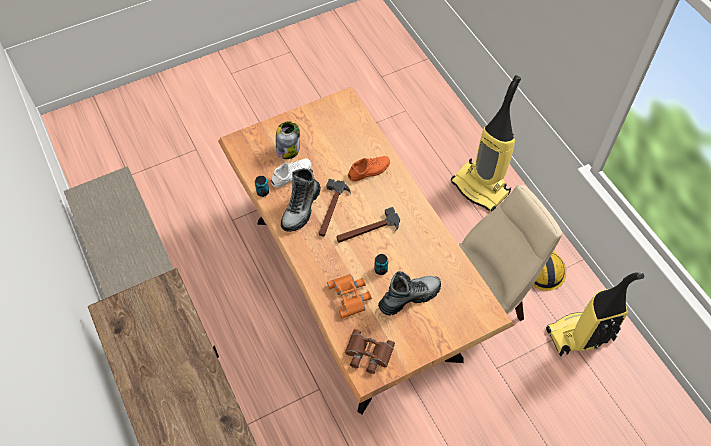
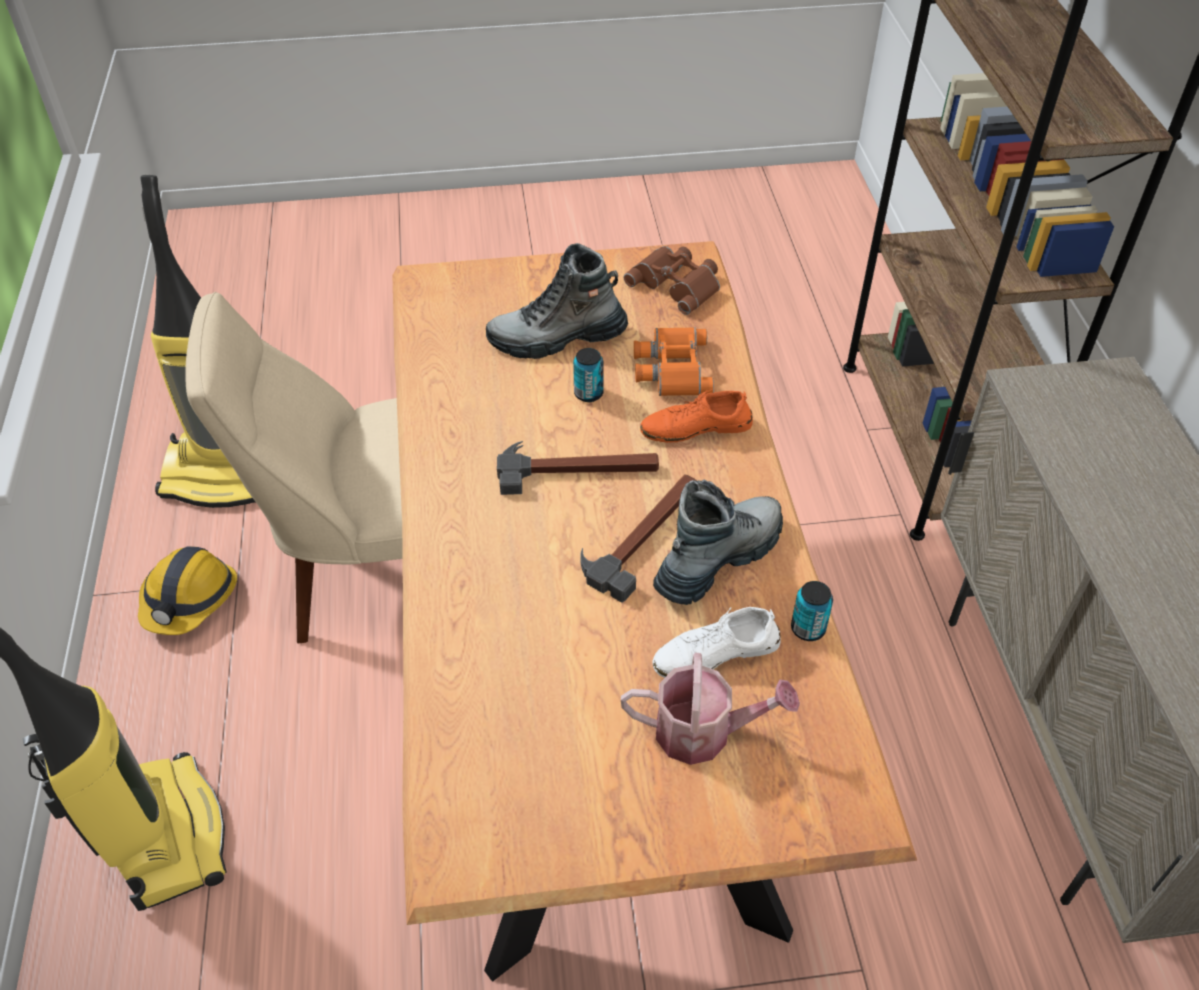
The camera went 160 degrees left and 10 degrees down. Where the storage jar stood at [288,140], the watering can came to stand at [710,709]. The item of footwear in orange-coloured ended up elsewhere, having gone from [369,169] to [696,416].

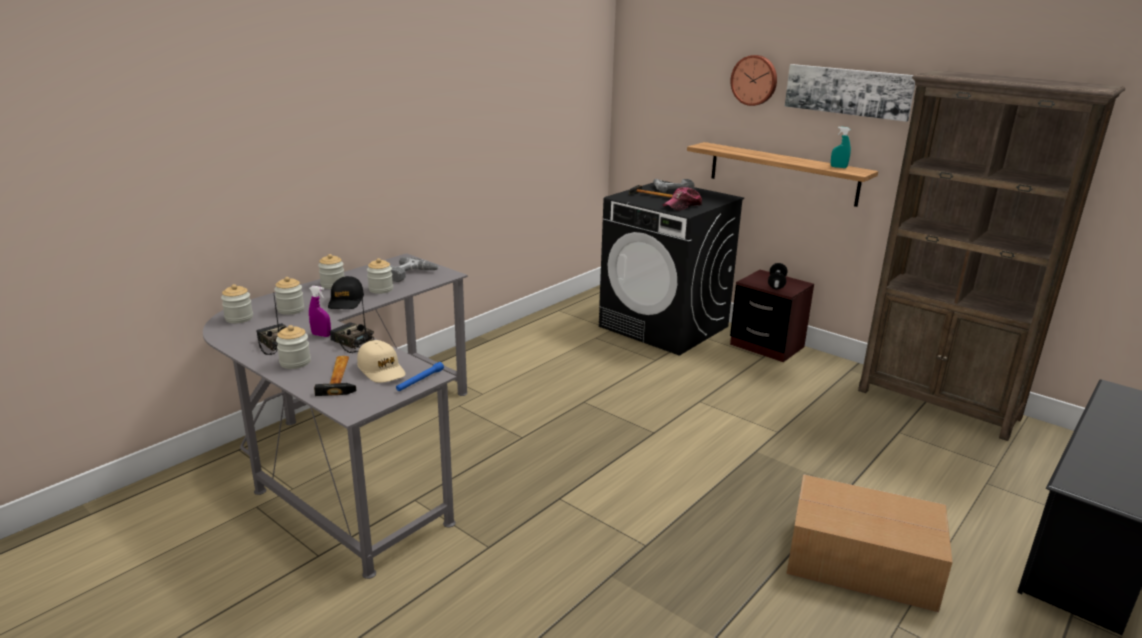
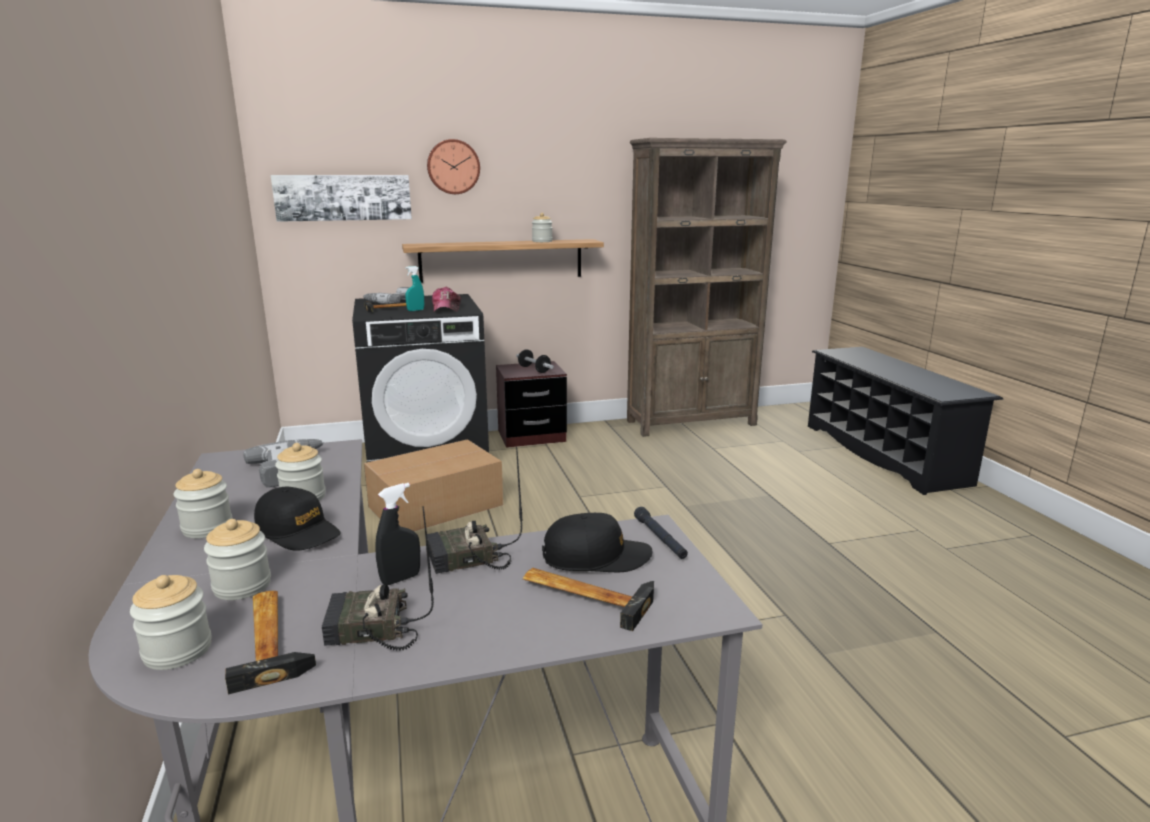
The camera went 55 degrees left and 5 degrees down. The storage jar ended up elsewhere, having gone from [293,347] to [542,227]. What was the hand sprayer in purple at [320,311] turned into the hand sprayer in blackish at [397,534]. What was the peaked cap in beige-coloured at [381,361] turned into the peaked cap in blackish at [597,542]. What was the flashlight in bluish at [420,376] turned into the flashlight in blackish at [661,533]. The wall art ended up elsewhere, having gone from [850,93] to [341,198]. The packing box ended up elsewhere, having gone from [869,543] to [433,485]. The hand sprayer in turquoise-coloured ended up elsewhere, having gone from [841,147] to [414,288]. The second view gained the hand hammer at [270,642].

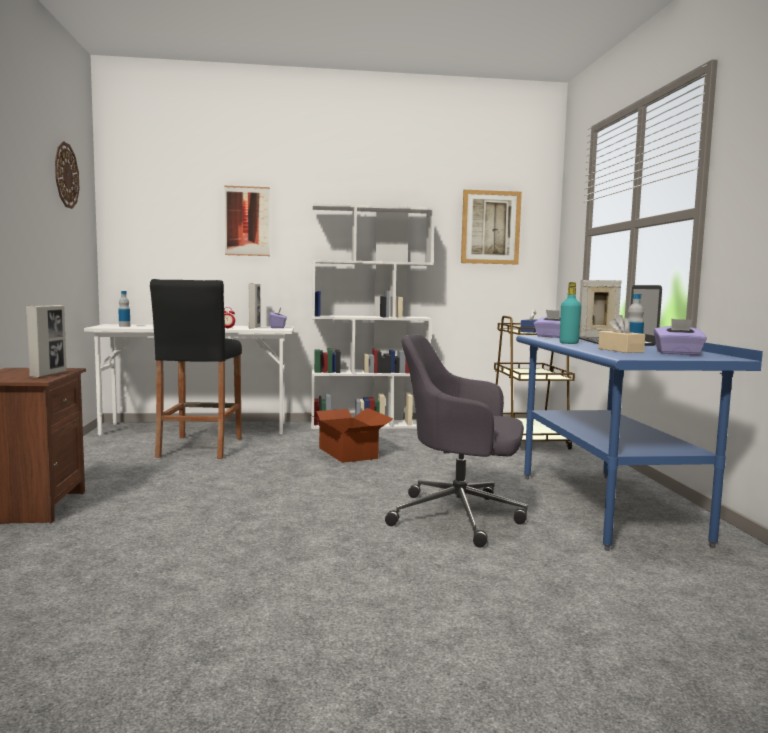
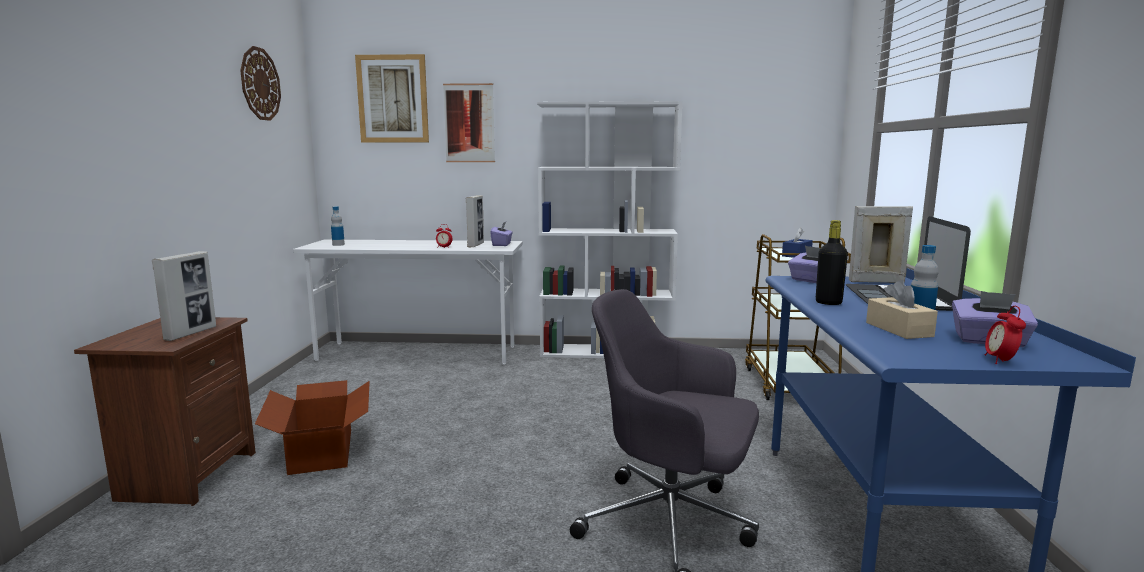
The camera went 10 degrees right and 5 degrees up. The second view lost the stool in blackish at [196,369]. The packing box ended up elsewhere, having gone from [350,435] to [312,427]. The wall art ended up elsewhere, having gone from [491,227] to [392,98]. What was the beverage bottle in turquoise-coloured at [570,313] turned into the beverage bottle in blackish at [832,262]. The second view gained the alarm clock at [1005,335].

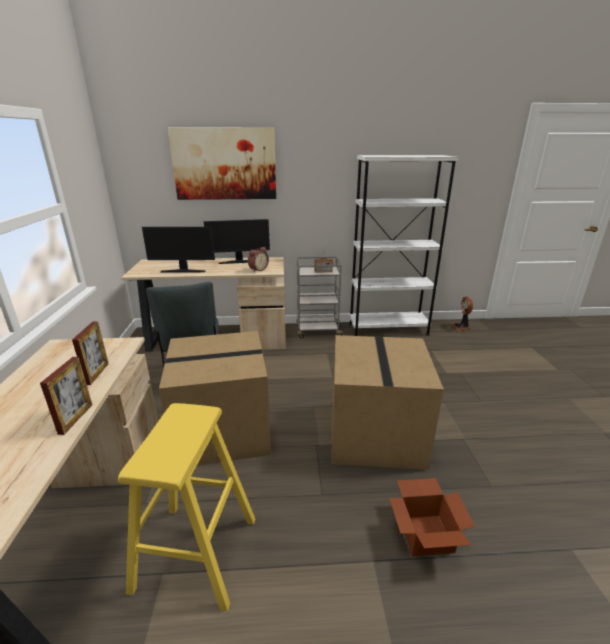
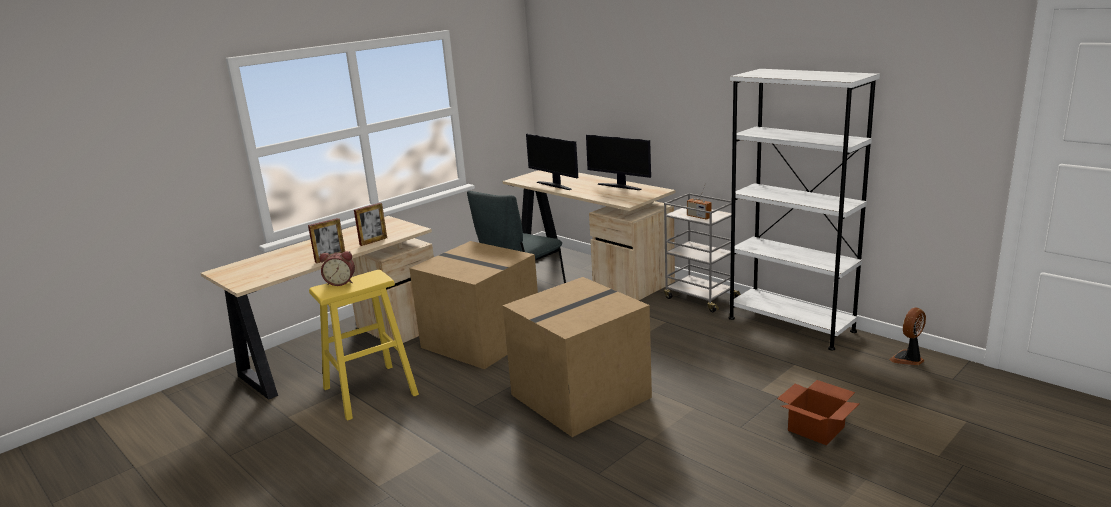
The camera went 50 degrees right and 5 degrees down. The second view lost the wall art at [222,164]. The alarm clock ended up elsewhere, having gone from [258,259] to [337,268]. The packing box ended up elsewhere, having gone from [432,517] to [818,412].

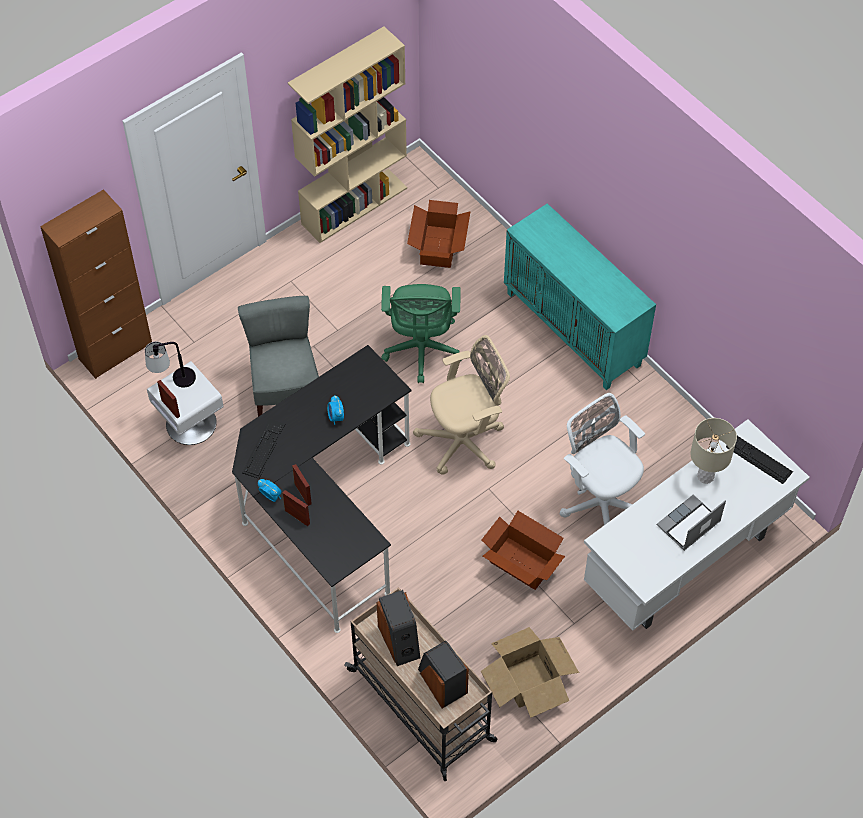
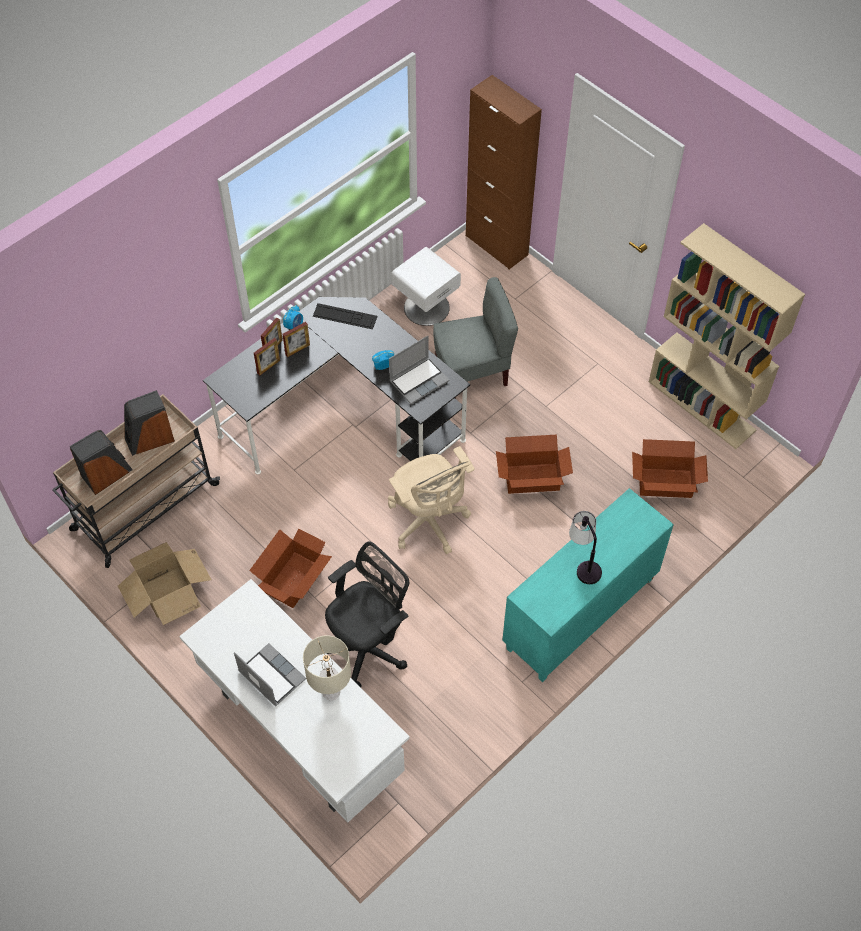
The camera went 85 degrees right and 0 degrees up. The lamp for a table ended up elsewhere, having gone from [170,364] to [585,547]. The photo frame ended up elsewhere, having gone from [168,399] to [267,357]. Where the office chair in green-coloured stood at [421,333], the packing box came to stand at [534,464]. What was the office chair in white-coloured at [602,459] turned into the office chair in blackish at [367,614]. The second view lost the PC keyboard at [759,460]. The second view gained the notebook computer at [419,370].

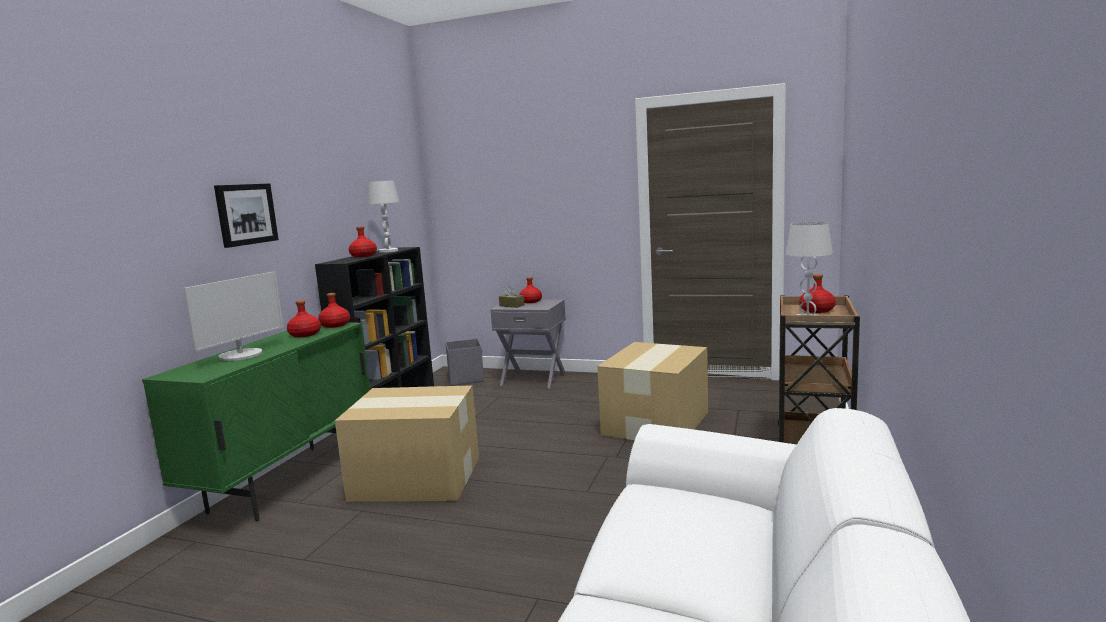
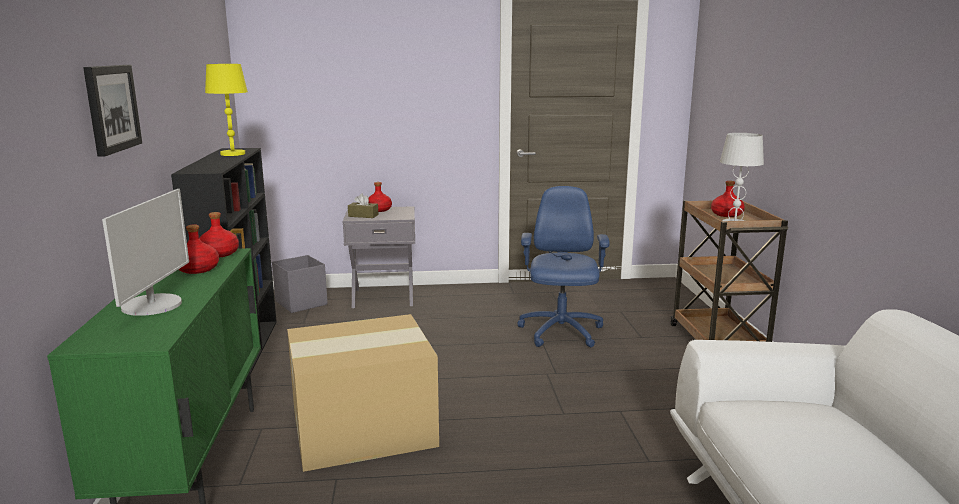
The camera went 25 degrees left and 5 degrees up. The second view lost the beverage bottle in reddish at [363,242]. What was the lamp for a table in white-coloured at [383,216] turned into the lamp for a table in yellowish at [226,110]. Where the packing box stood at [652,391], the office chair in bluish came to stand at [563,266].

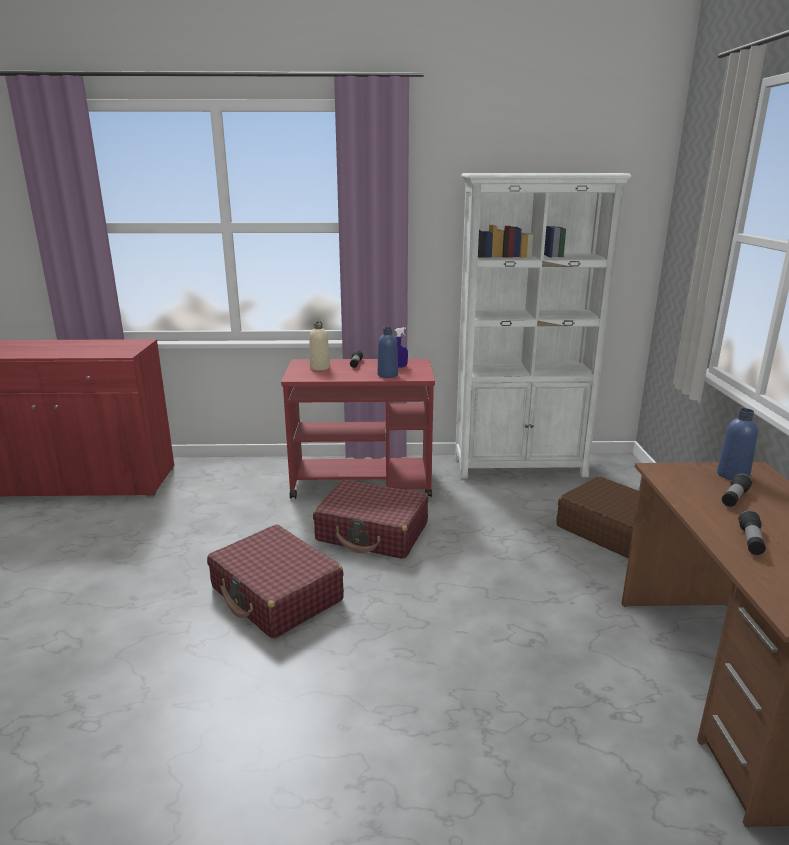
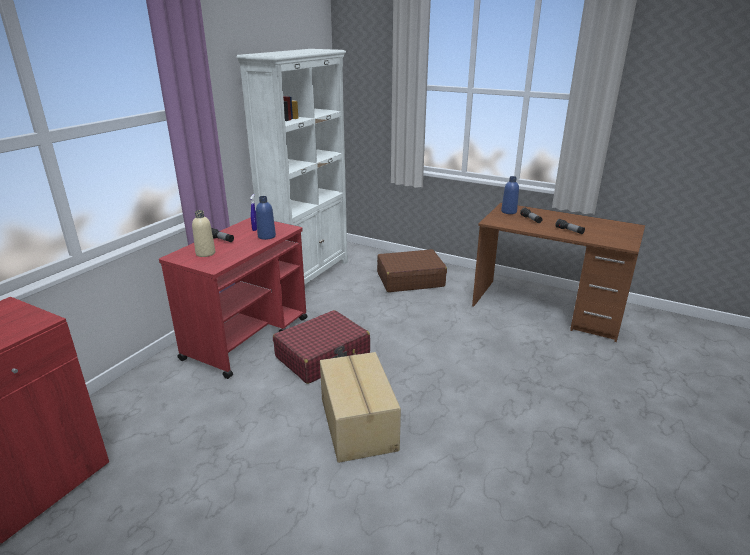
The camera went 60 degrees left and 5 degrees up. Where the travel case in reddish stood at [275,582], the packing box came to stand at [360,407].

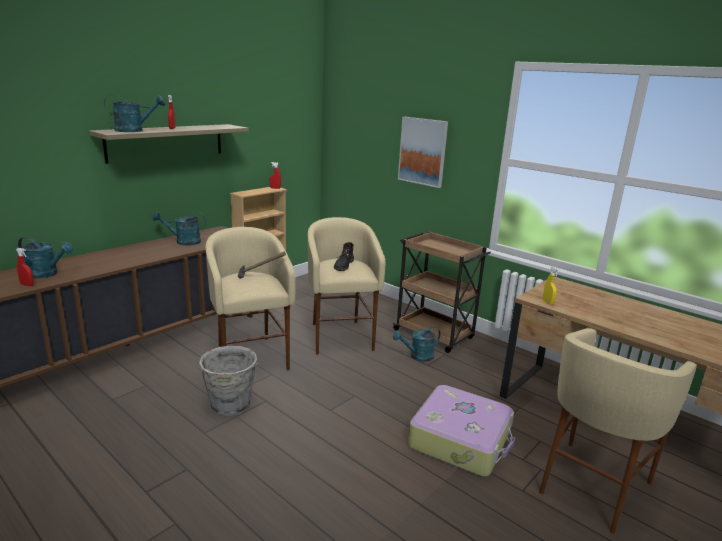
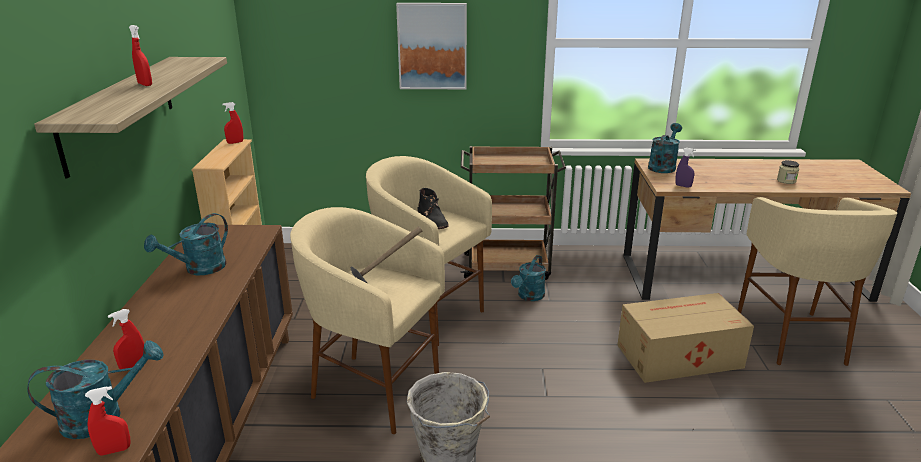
The camera went 40 degrees left and 5 degrees up. The watering can in turquoise-coloured ended up elsewhere, having gone from [135,113] to [665,148]. Where the travel case stood at [461,430], the packing box came to stand at [685,338]. What was the hand sprayer in yellowish at [551,285] turned into the hand sprayer in purple at [685,168]. The second view gained the hand sprayer in reddish at [126,339]. The second view gained the storage jar at [788,172].

